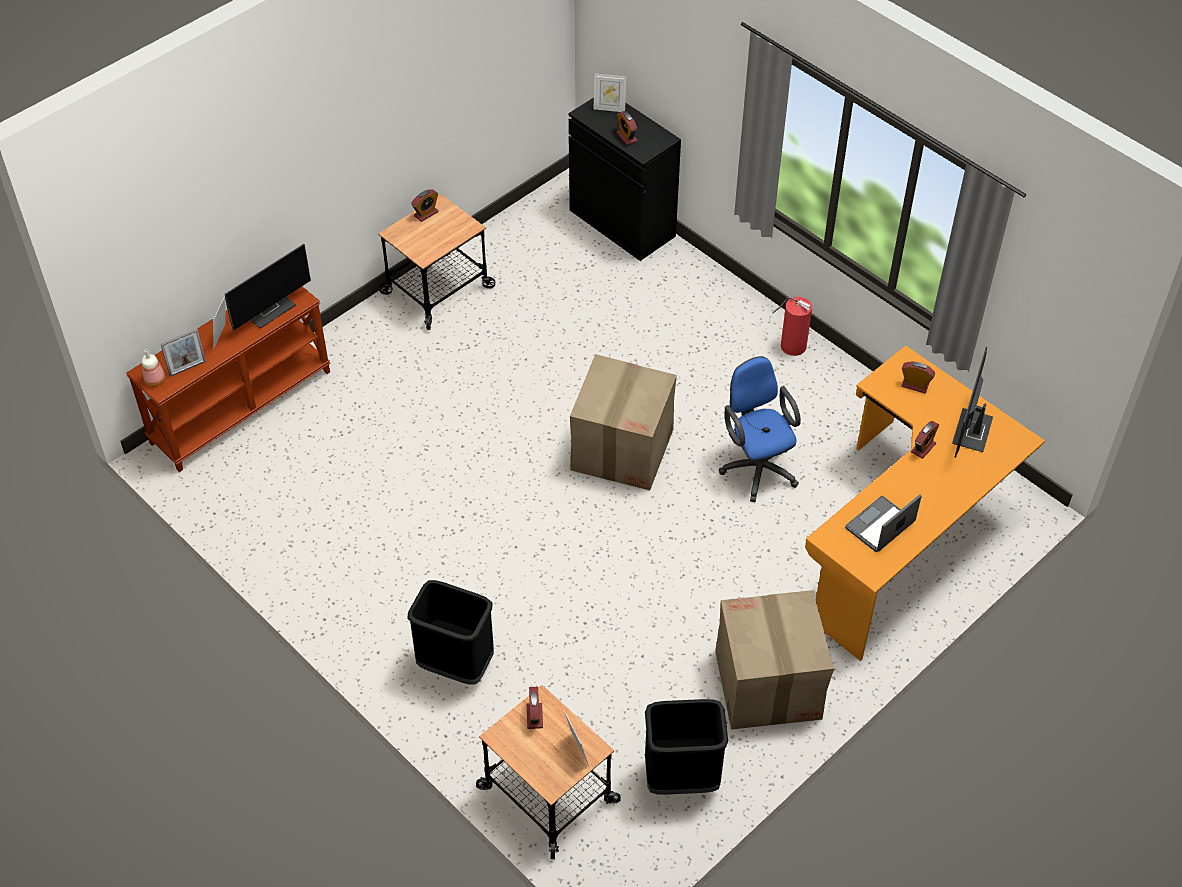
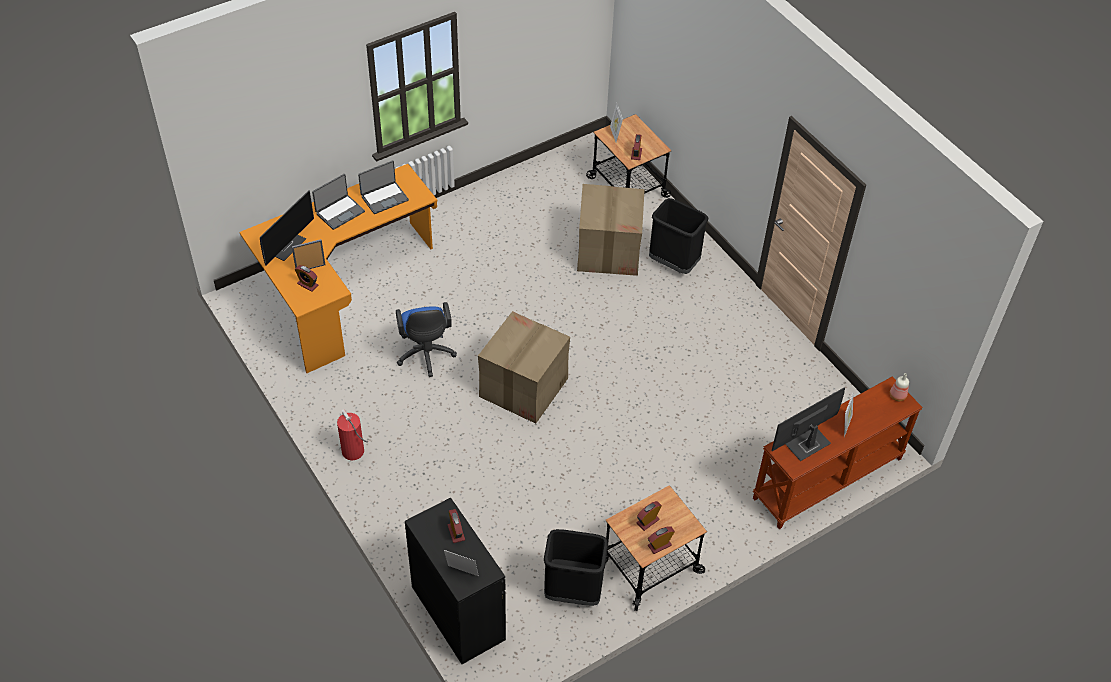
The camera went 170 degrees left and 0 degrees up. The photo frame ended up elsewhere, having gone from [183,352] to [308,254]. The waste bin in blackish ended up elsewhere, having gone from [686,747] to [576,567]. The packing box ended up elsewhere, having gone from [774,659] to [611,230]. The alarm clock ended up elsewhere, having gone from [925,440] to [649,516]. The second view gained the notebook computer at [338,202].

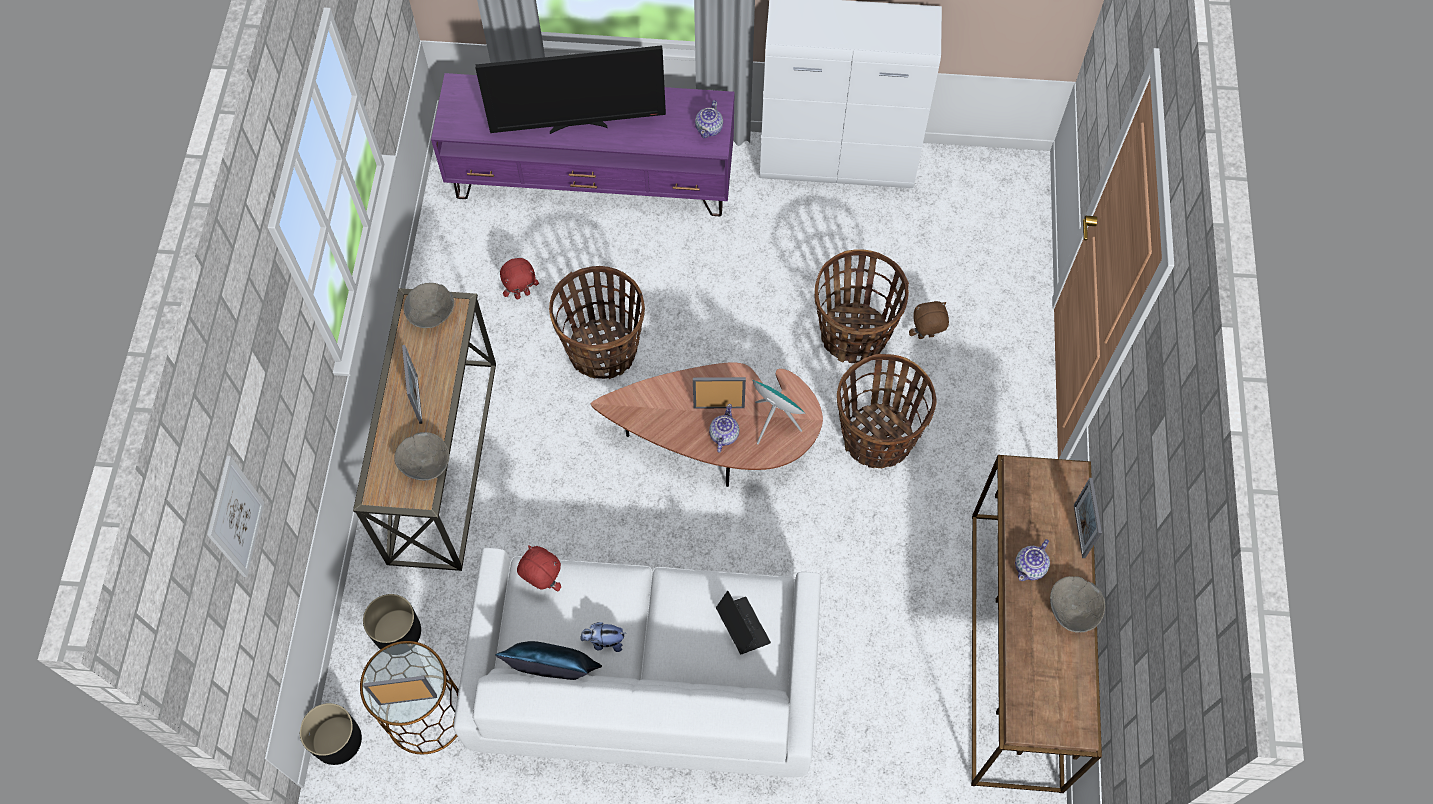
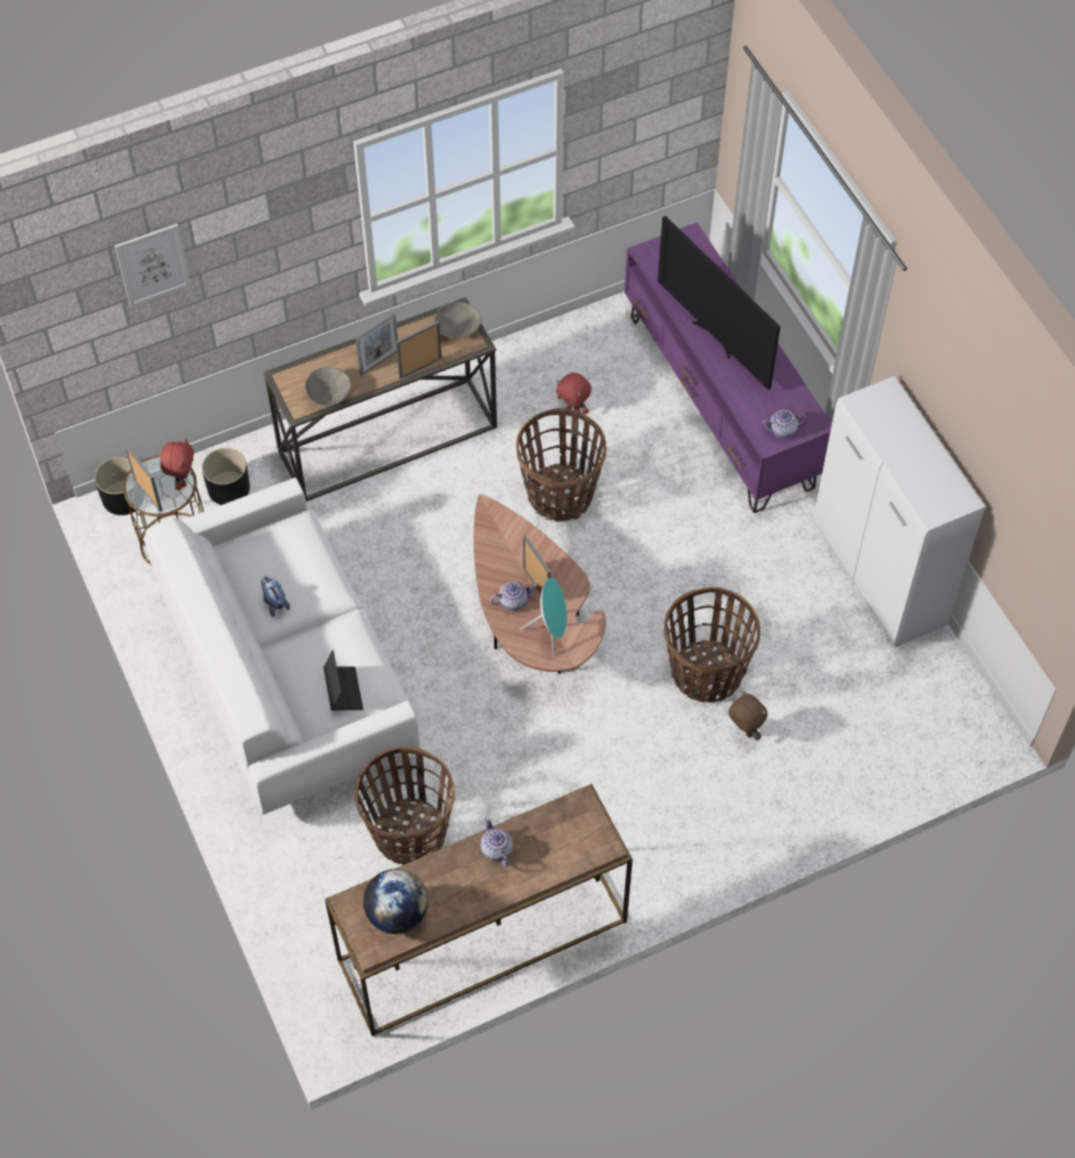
The camera went 60 degrees right and 5 degrees down. The second view lost the cushion in bluish at [548,660]. The cuddly toy in reddish ended up elsewhere, having gone from [539,568] to [177,464]. The notebook computer at [743,622] ended up facing another way, 45 degrees counterclockwise from before. The storage basket ended up elsewhere, having gone from [887,411] to [404,806]. The pot for tea at [1032,560] ended up facing another way, 60 degrees clockwise from before. The second view lost the serving bowl in gray at [1077,604]. The photo frame ended up elsewhere, having gone from [1088,518] to [419,350]. The second view gained the world globe at [395,901].

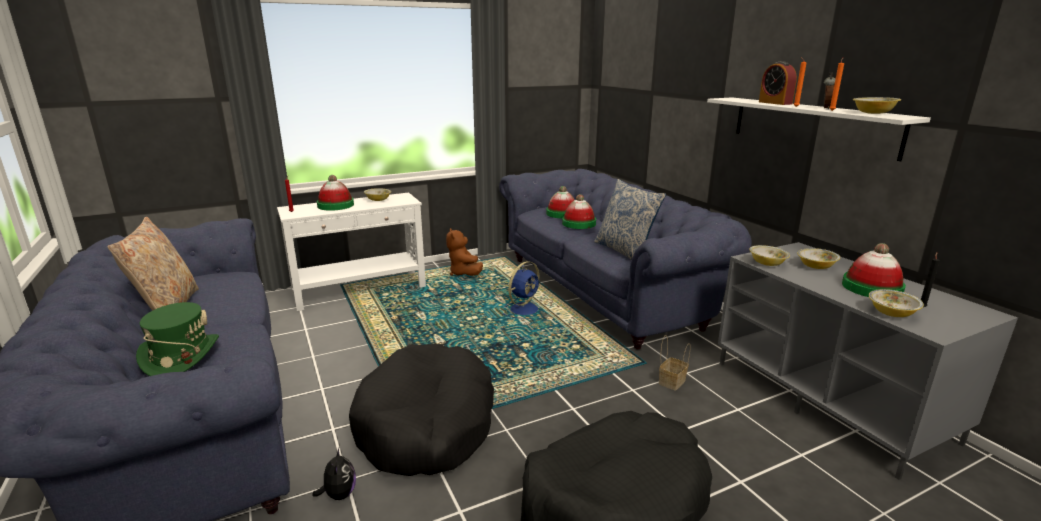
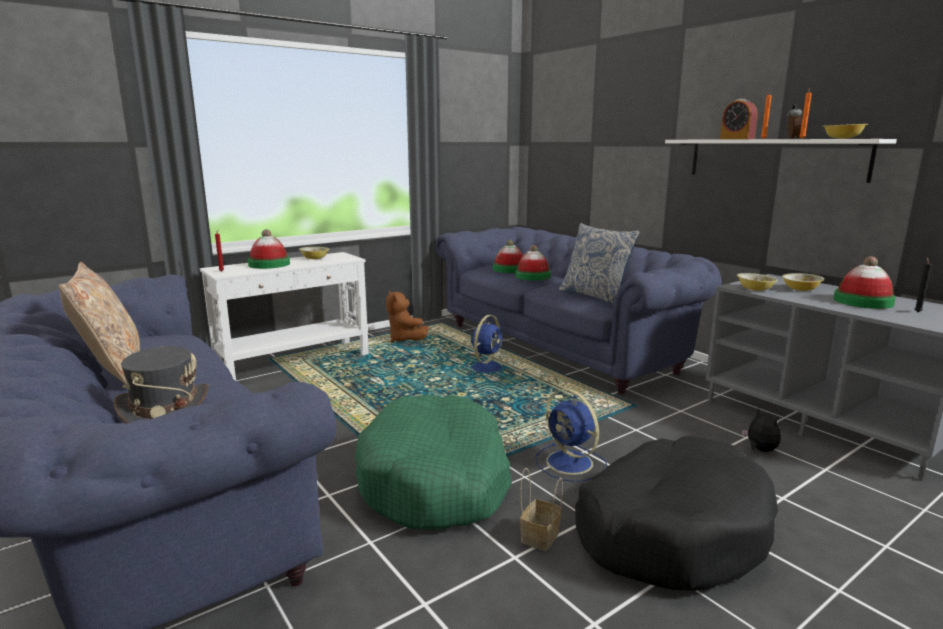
The camera went 10 degrees left and 5 degrees down. What was the wearable hat in green-coloured at [177,339] turned into the wearable hat in gray at [161,384]. The cuddly toy ended up elsewhere, having gone from [334,474] to [761,430]. What was the dog bed in blackish at [421,410] turned into the dog bed in green-coloured at [433,462]. The storage basket ended up elsewhere, having gone from [675,363] to [541,509]. The second view lost the serving bowl at [896,303]. The second view gained the electric fan in bluish at [571,435].

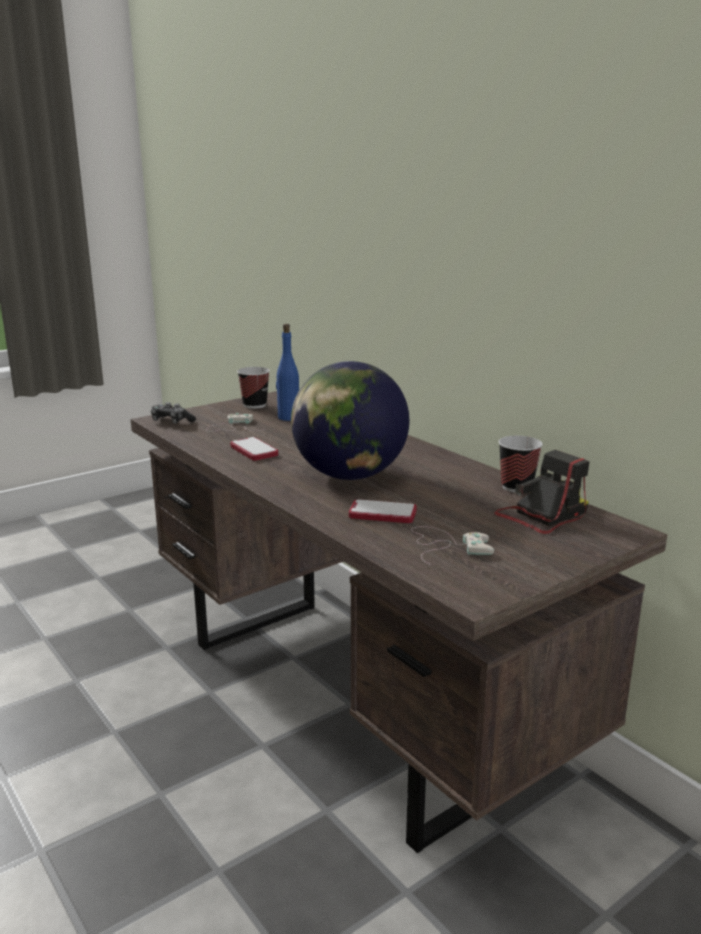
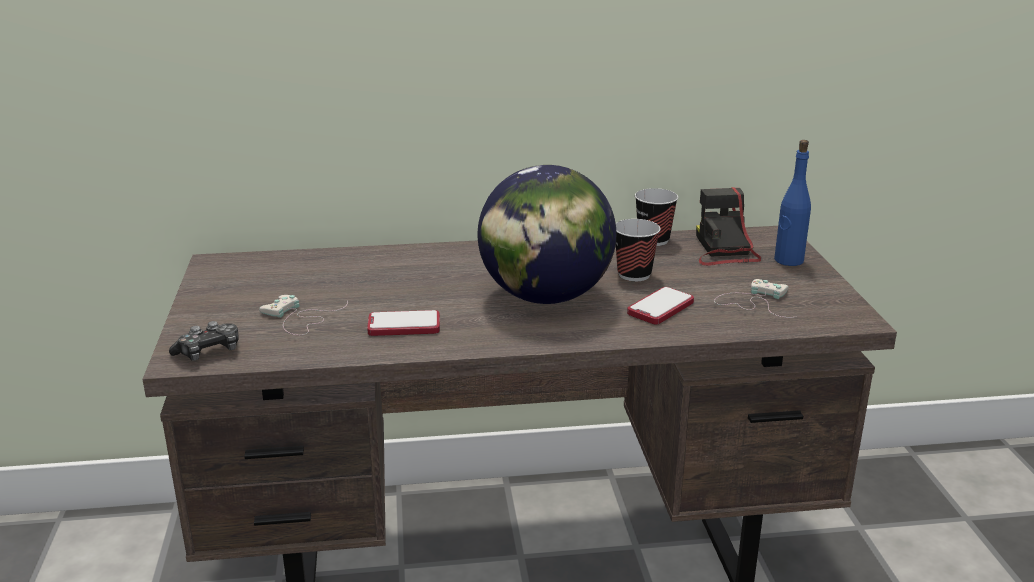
The camera went 60 degrees left and 5 degrees up. The cup ended up elsewhere, having gone from [253,388] to [638,250]. The beverage bottle in bluish ended up elsewhere, having gone from [287,372] to [792,203].

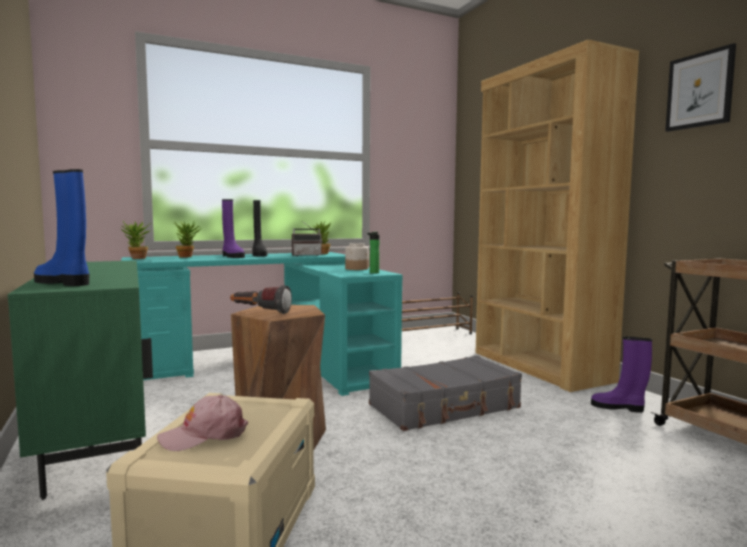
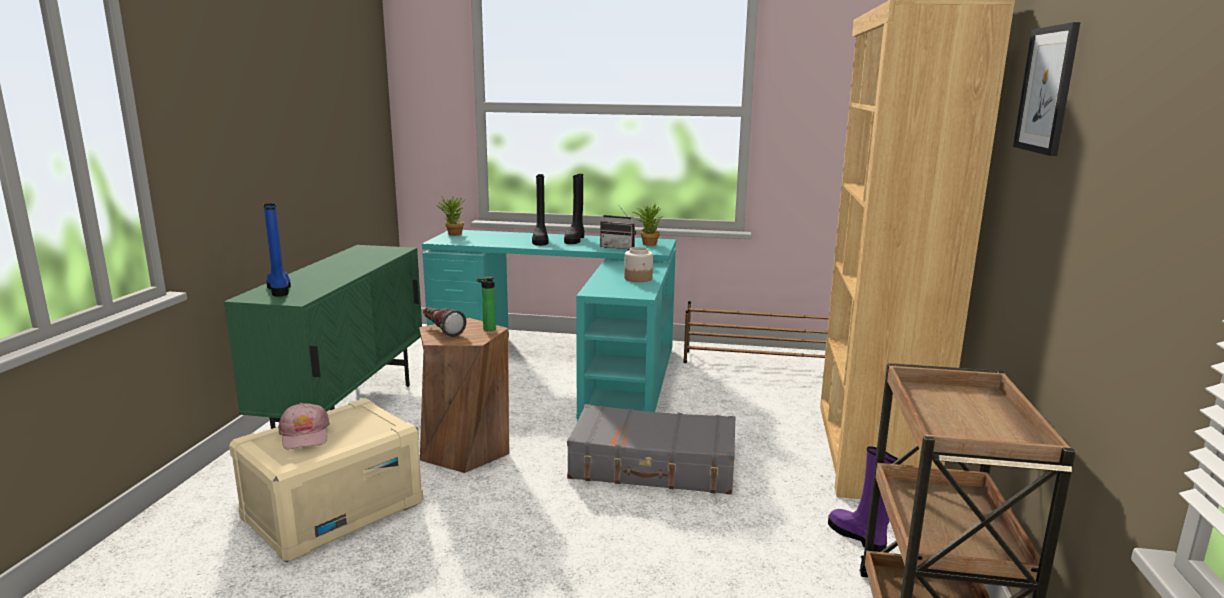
The camera went 35 degrees right and 10 degrees up. The peaked cap in pink-coloured at [202,423] ended up facing another way, 120 degrees counterclockwise from before. The second view lost the plant in a pot at [188,239]. What was the tall boot in purple at [233,228] turned into the tall boot in blackish at [540,210]. The beverage bottle ended up elsewhere, having gone from [373,253] to [486,304].

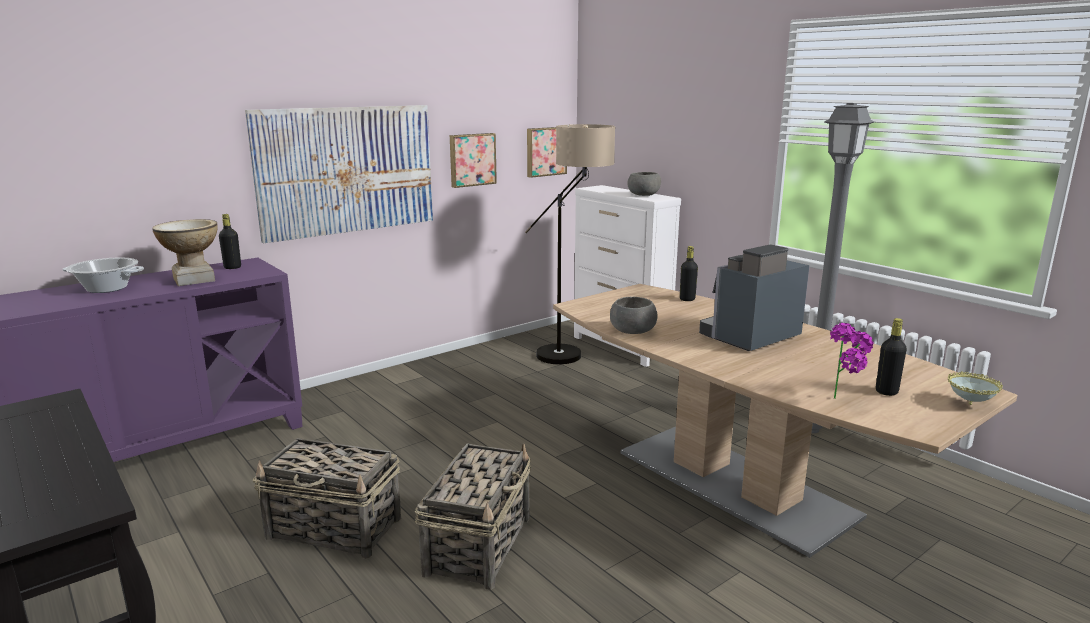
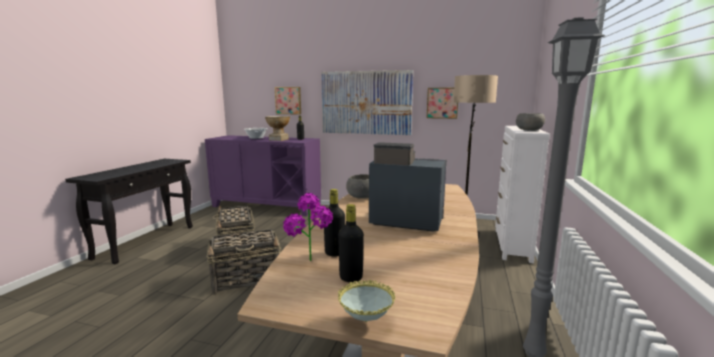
The camera went 55 degrees right and 5 degrees down. The wall art ended up elsewhere, having gone from [547,152] to [288,101]. The beverage bottle in blackish ended up elsewhere, having gone from [689,273] to [334,222].

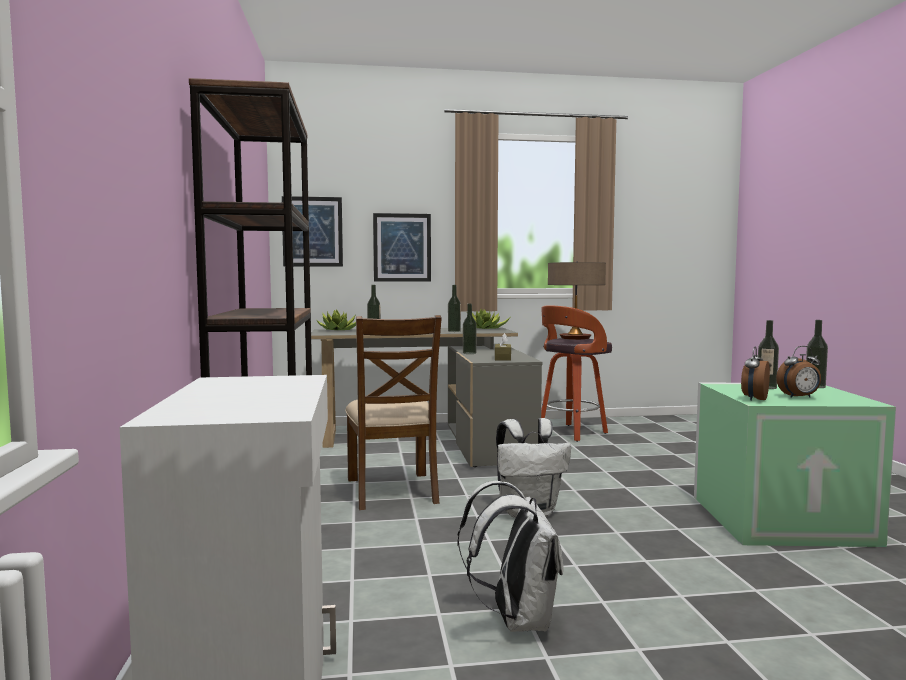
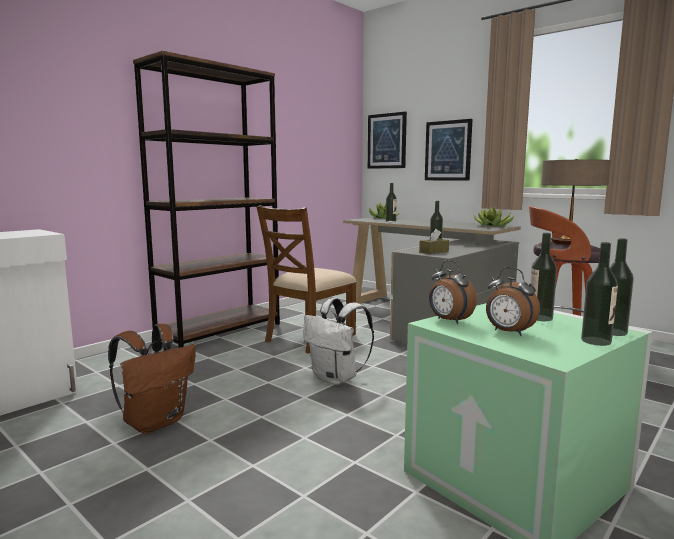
The camera went 50 degrees right and 5 degrees up. The beverage bottle ended up elsewhere, having gone from [454,308] to [599,294]. What was the rucksack in white-coloured at [510,556] turned into the rucksack in brown-coloured at [152,378]. The alarm clock at [755,374] ended up facing another way, 120 degrees counterclockwise from before.

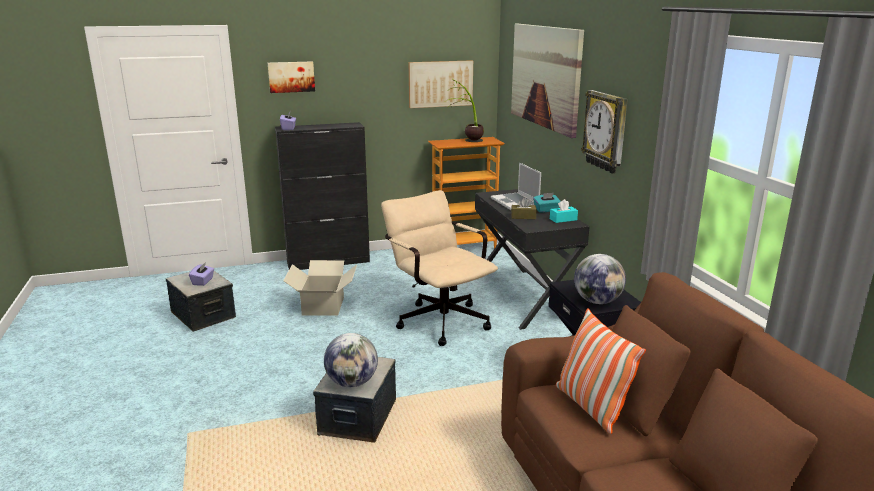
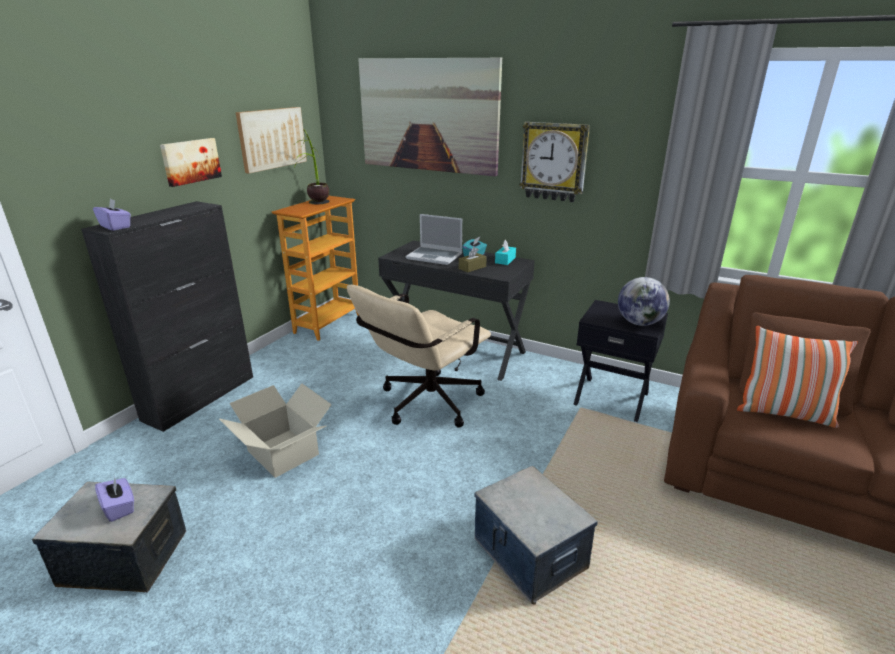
The camera went 45 degrees left and 5 degrees up. The wall art ended up elsewhere, having gone from [291,77] to [191,162]. The second view lost the world globe at [351,360]. The office chair in beige-coloured at [439,268] ended up facing another way, 60 degrees counterclockwise from before.

